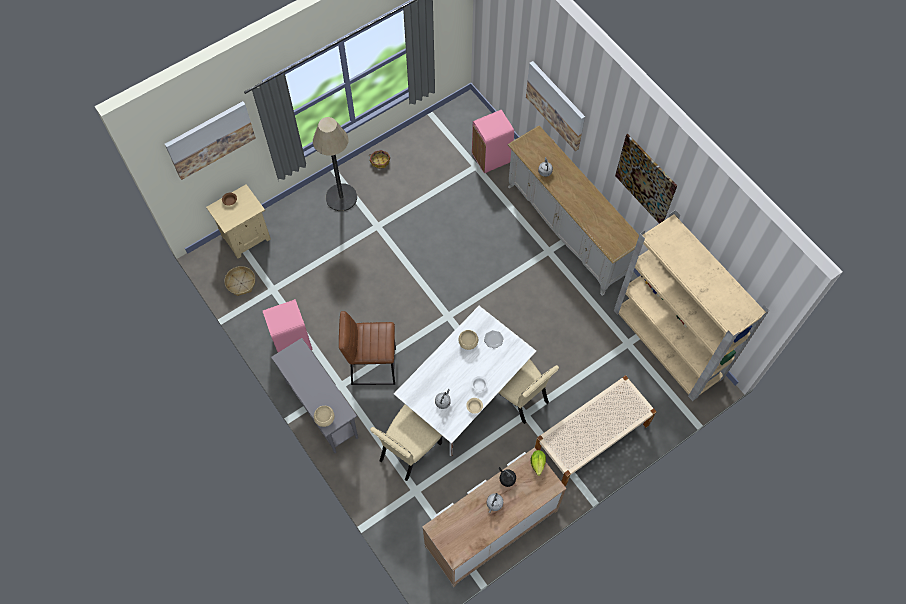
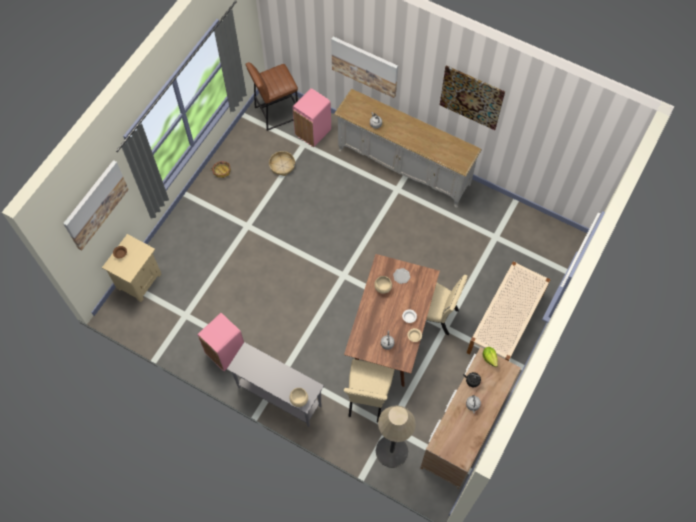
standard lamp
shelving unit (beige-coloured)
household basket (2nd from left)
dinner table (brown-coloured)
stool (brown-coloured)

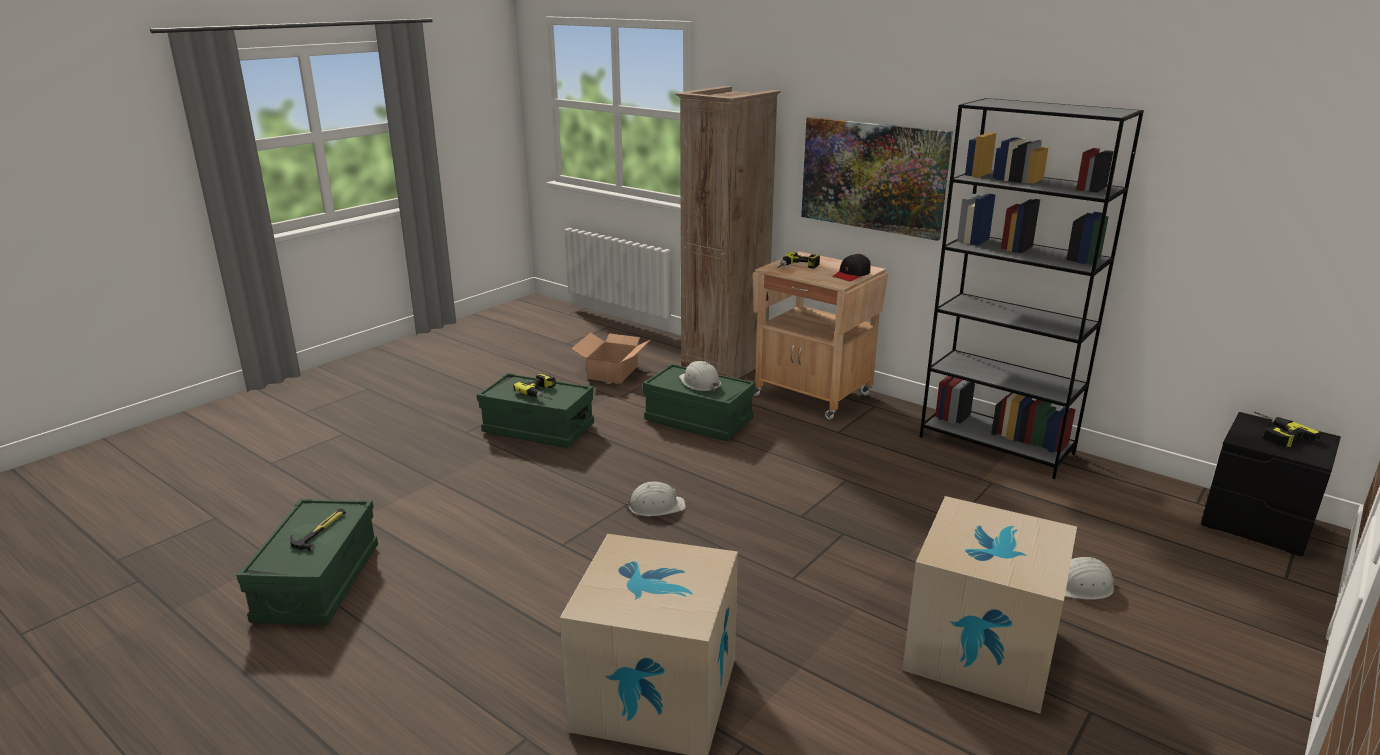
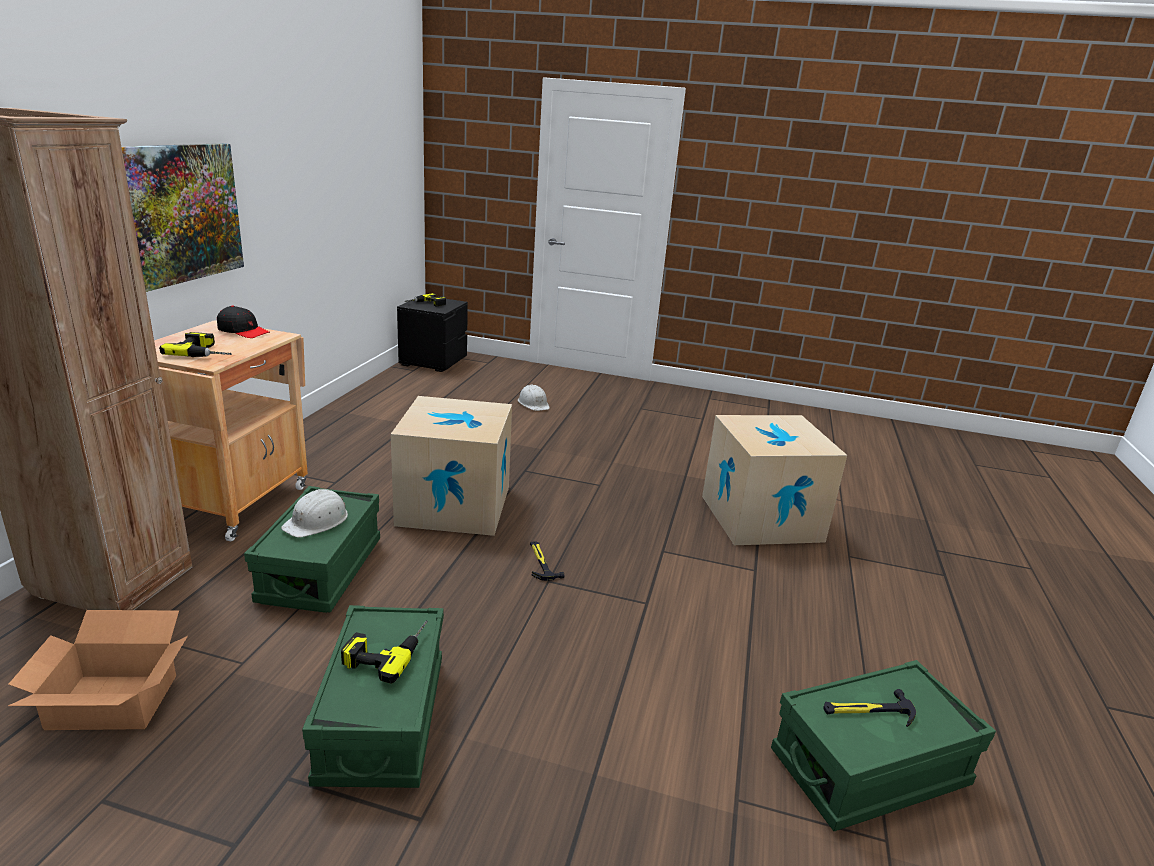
shelving unit (gray)
hand hammer (1st from left)
packing box (2nd from left)

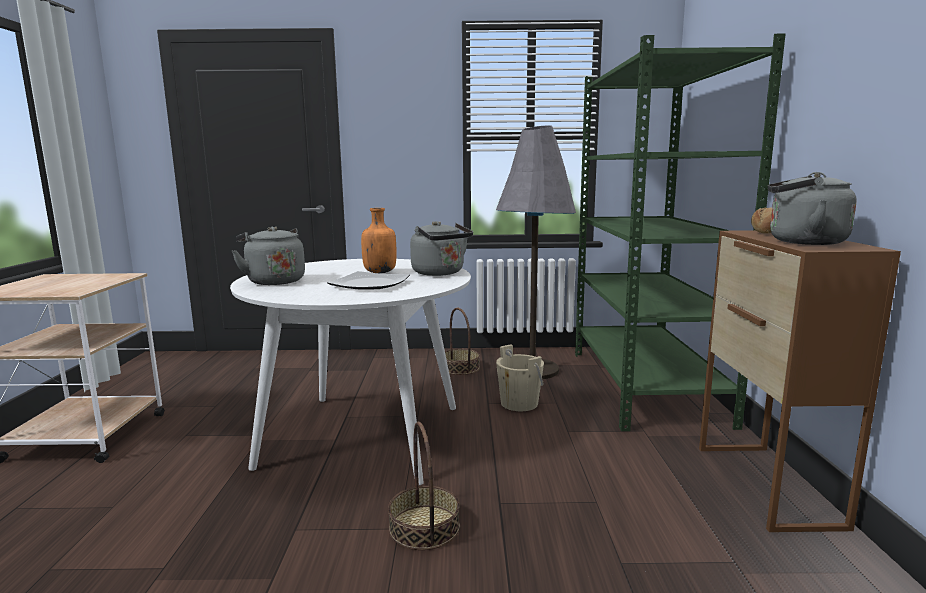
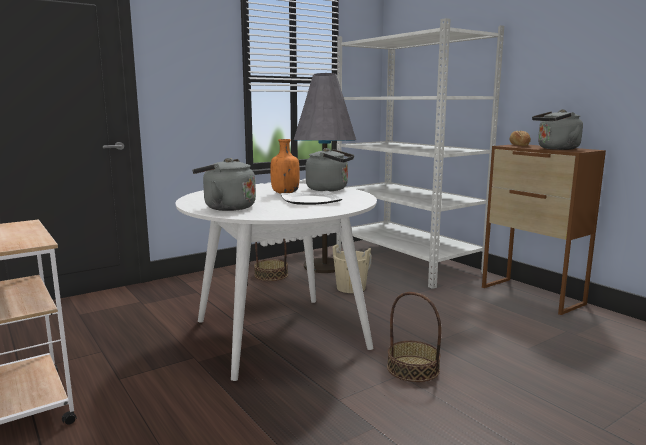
shelving unit (whitish)

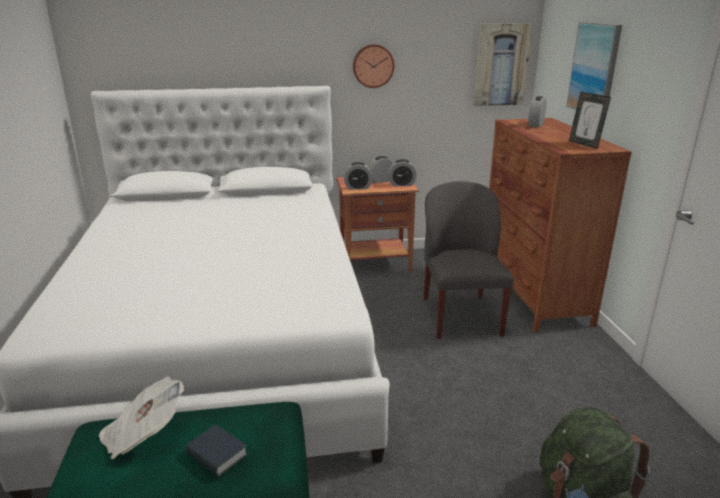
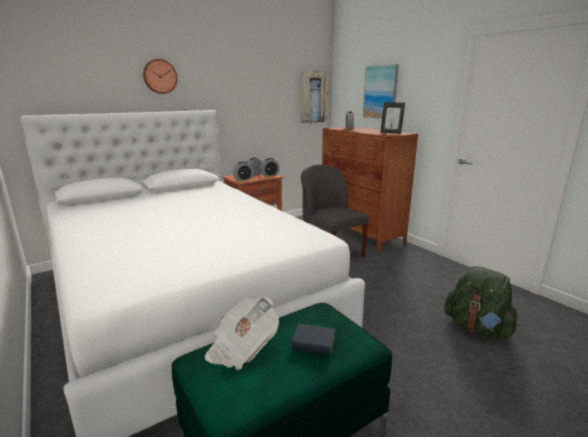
hanging clock

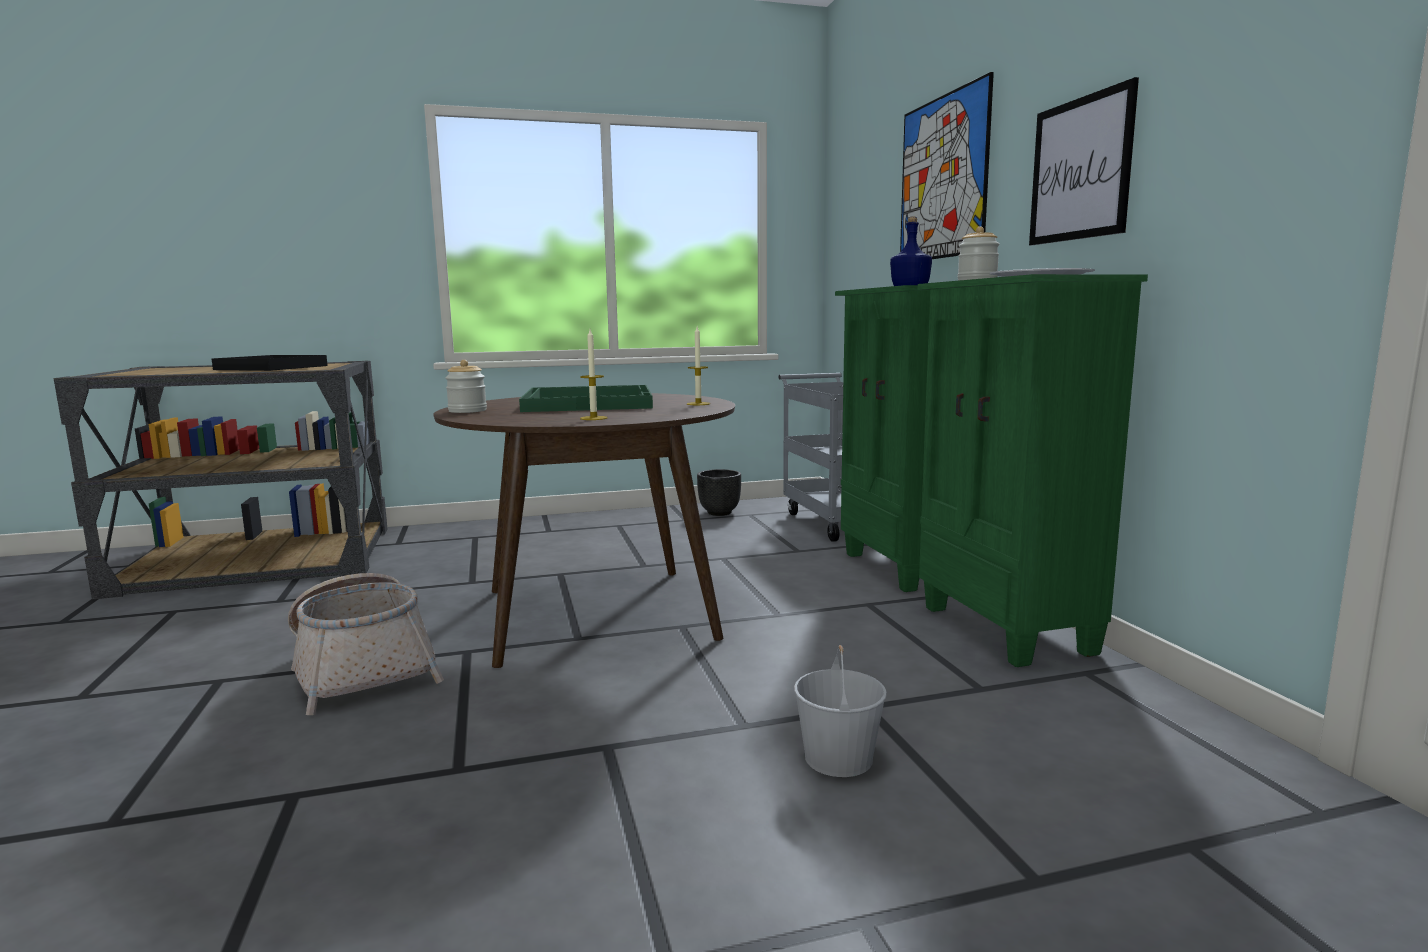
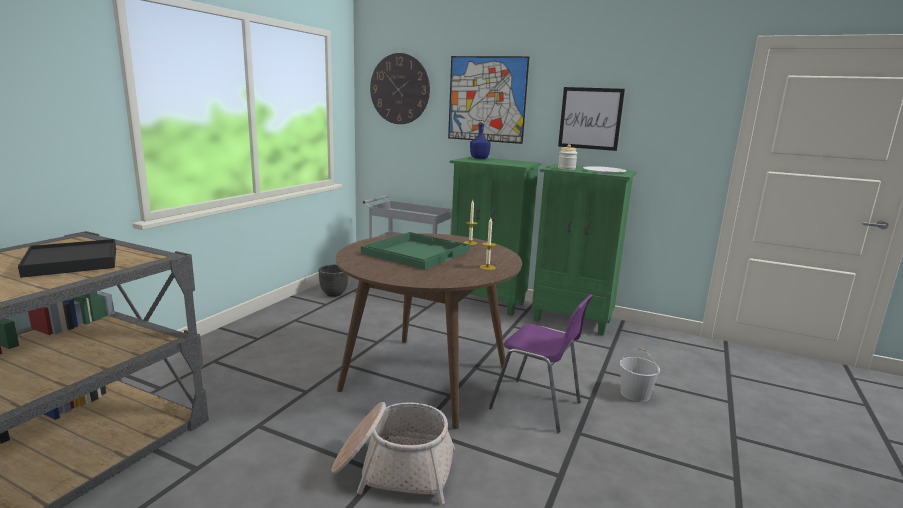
jar (1st from left in the first image)
hanging clock
plain chair (purple)

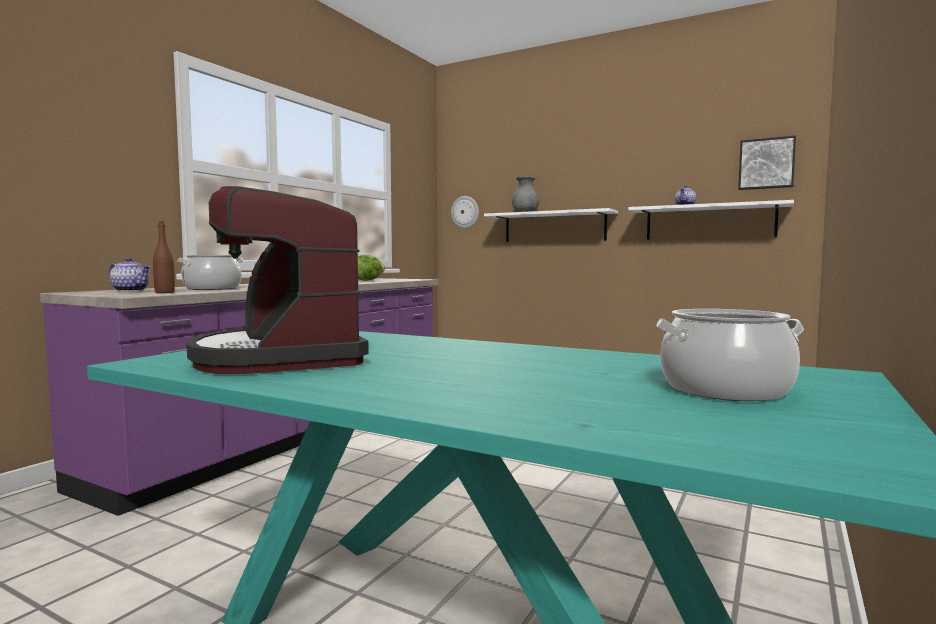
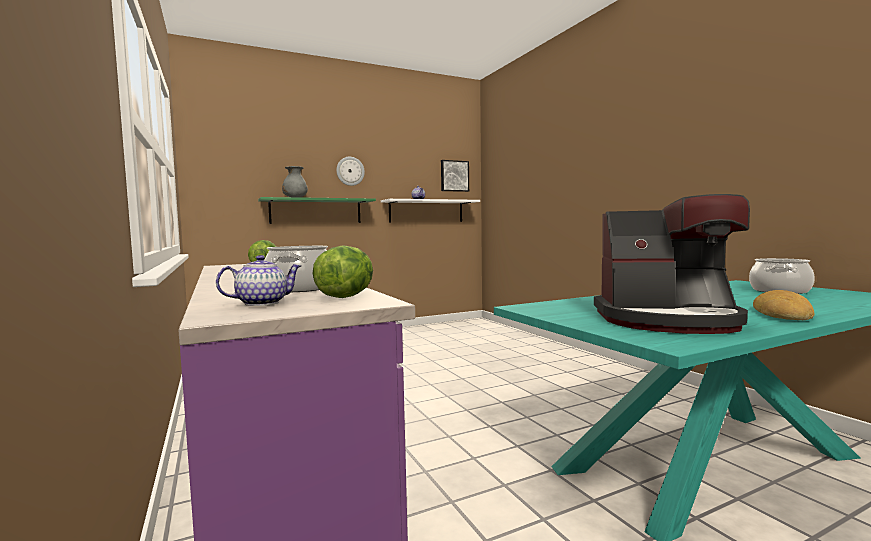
hanging clock
bracket shelf (green-coloured)
head of lettuce (2nd from left)
bakery bread

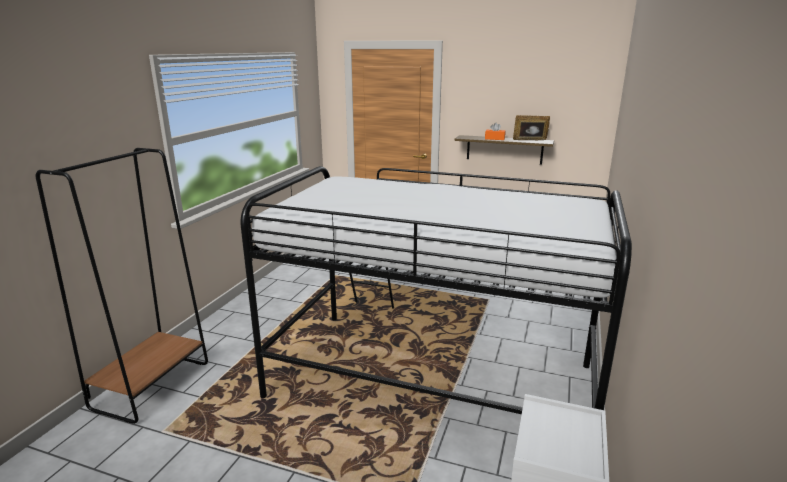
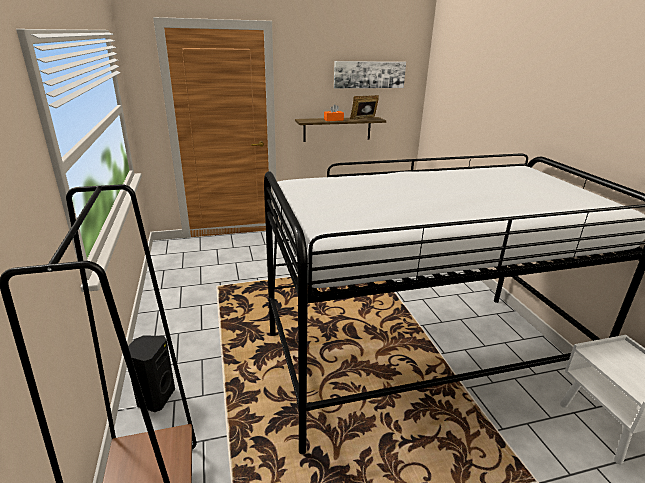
picture
speaker (black)

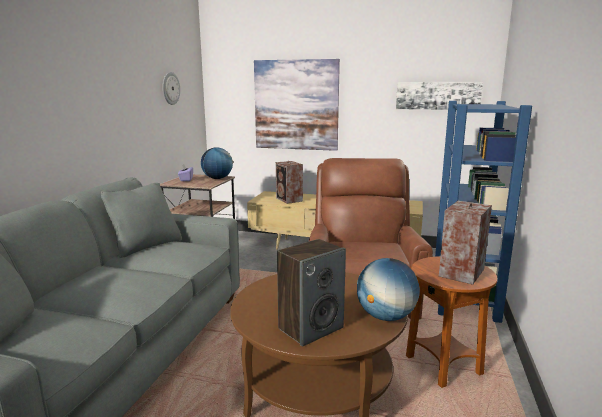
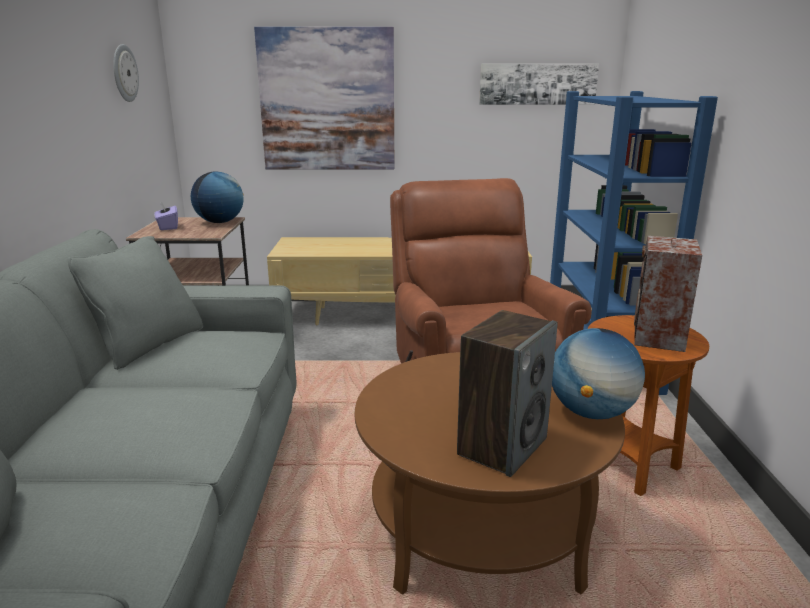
speaker (1st from left in the first image)

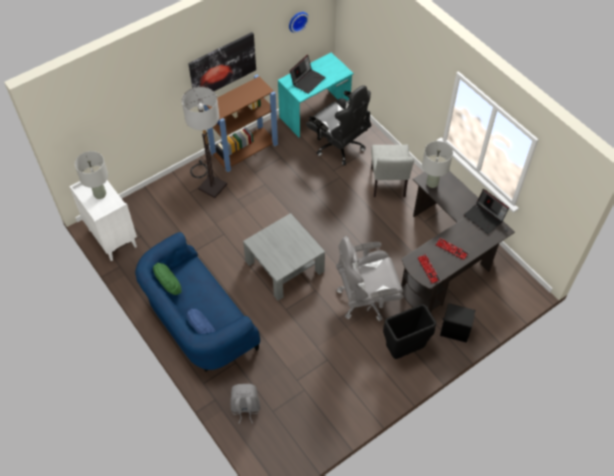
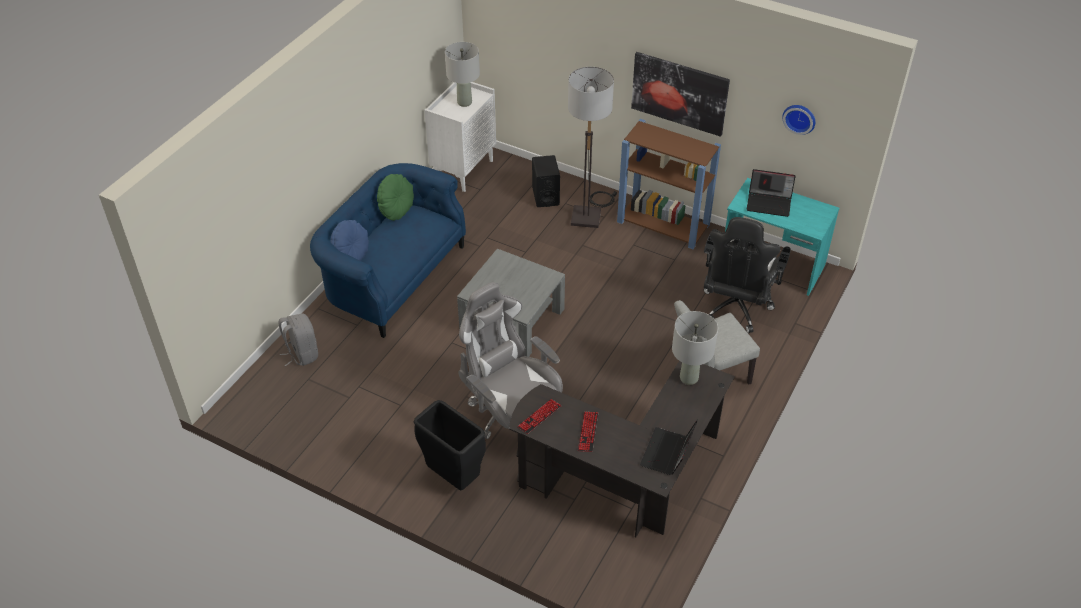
speaker (black)

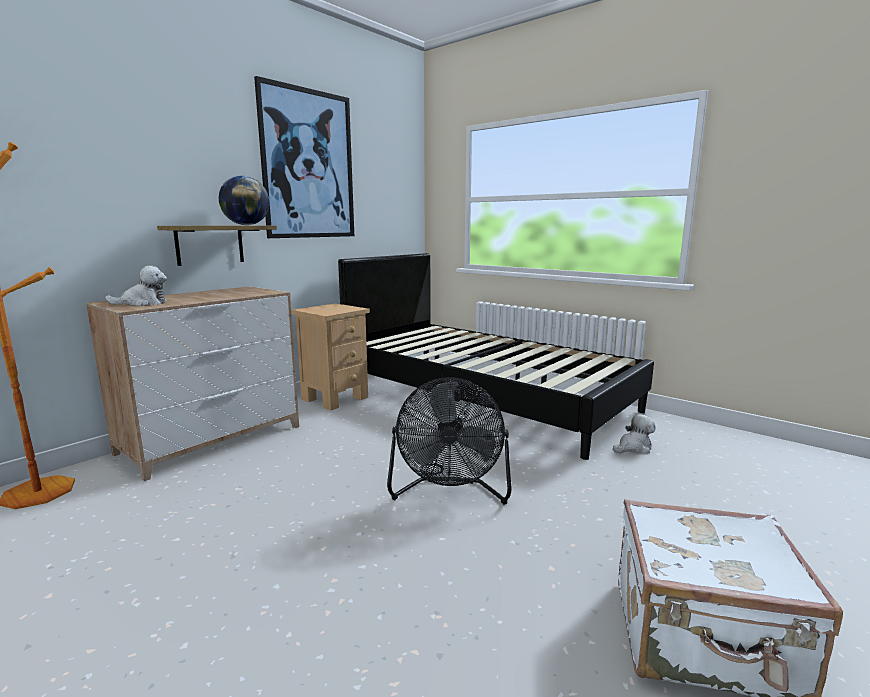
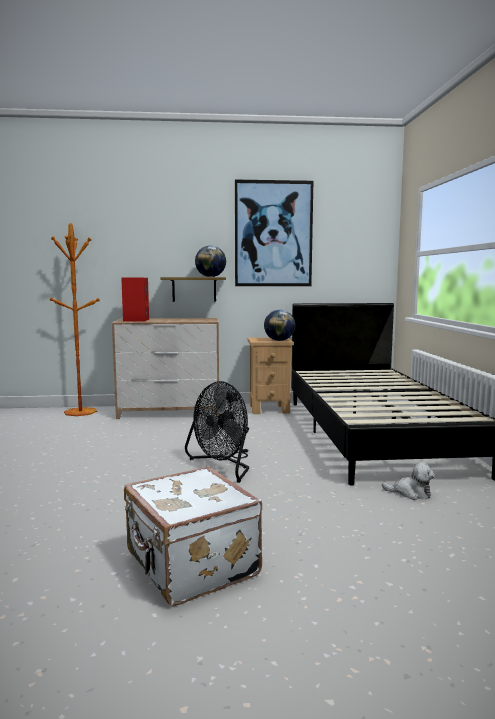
speaker (reddish)
desk globe (2nd from left)

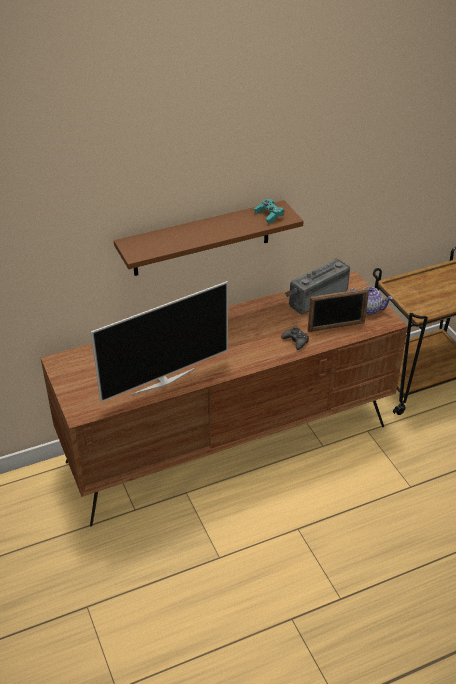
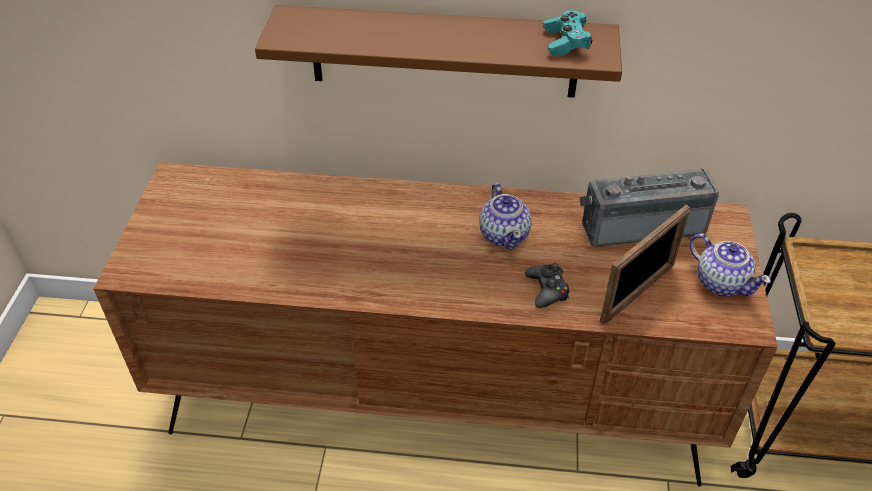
TV
picture frame
tea pot (1st from left)

